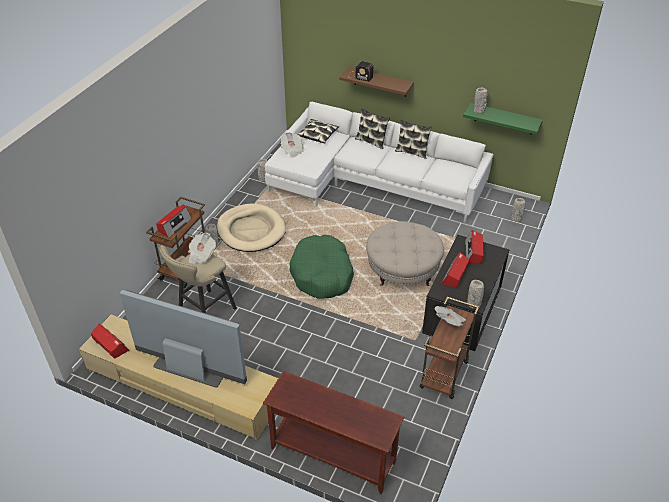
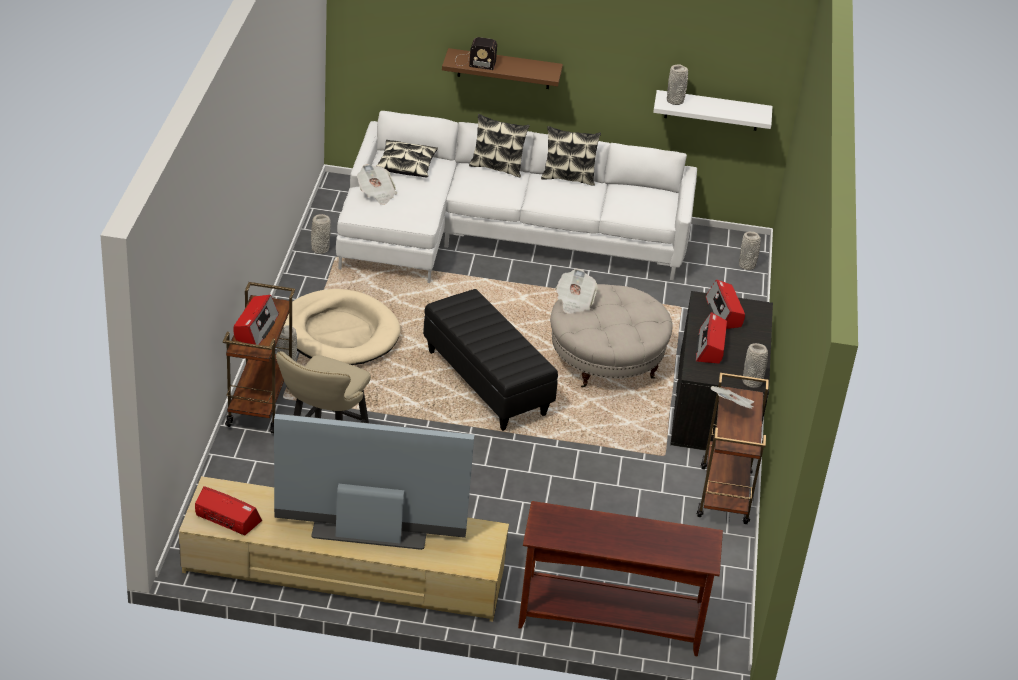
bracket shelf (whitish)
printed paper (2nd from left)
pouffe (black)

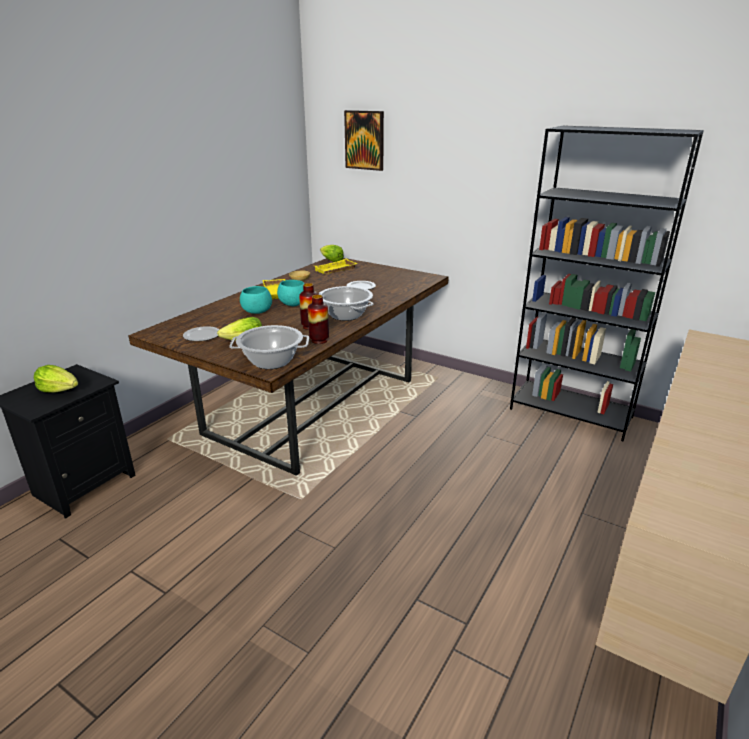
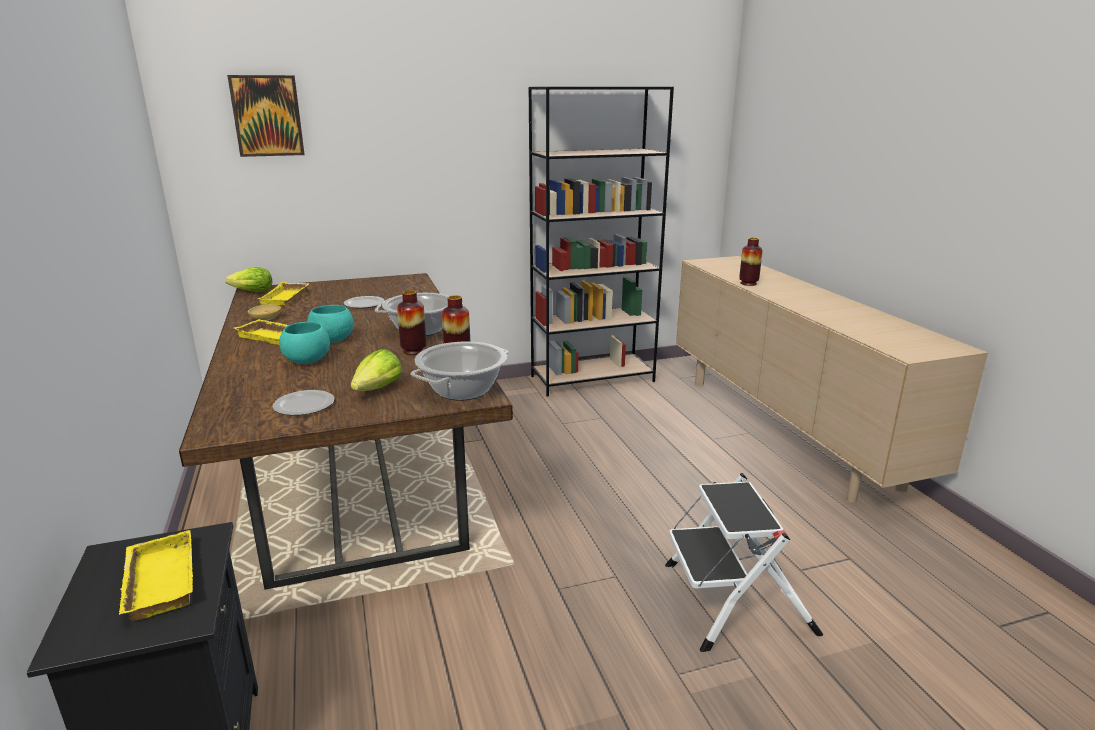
shelving unit (beige-coloured)
tray (yellowish) (1st from left)
vase (3rd from left)
step stool

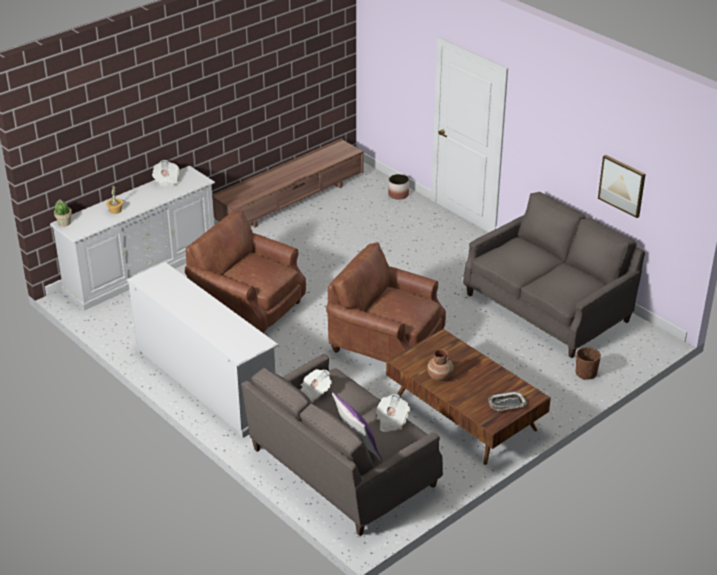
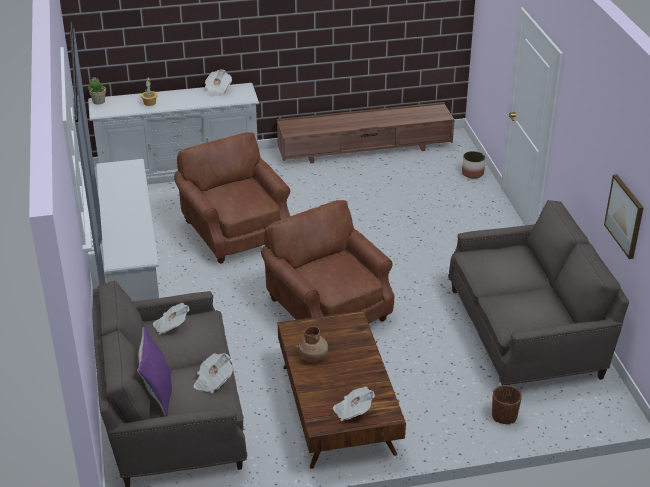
printed paper (4th from left)

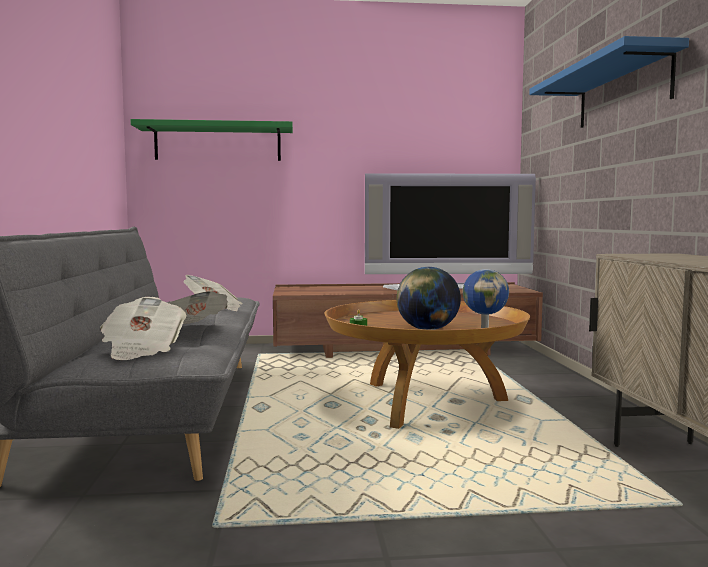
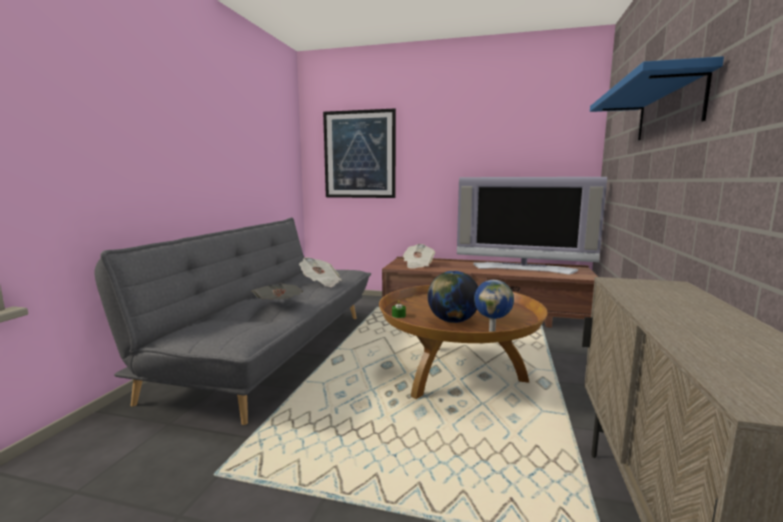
picture
printed paper (3rd from left)

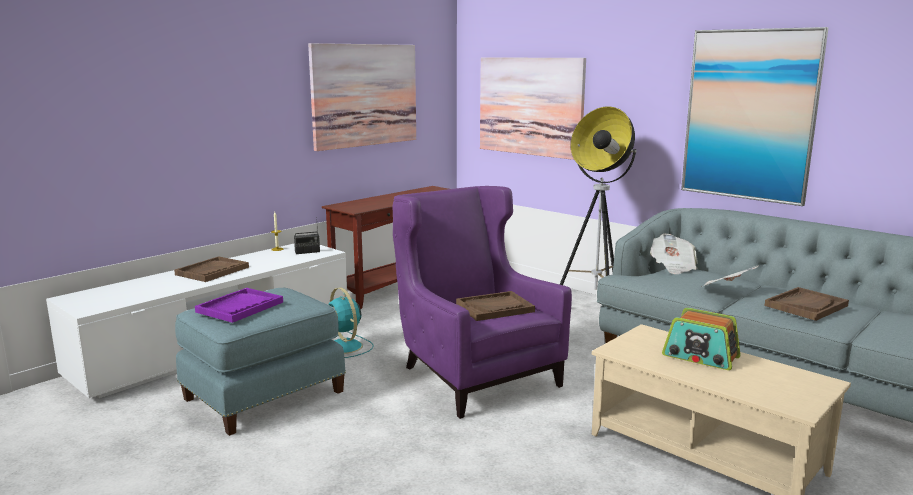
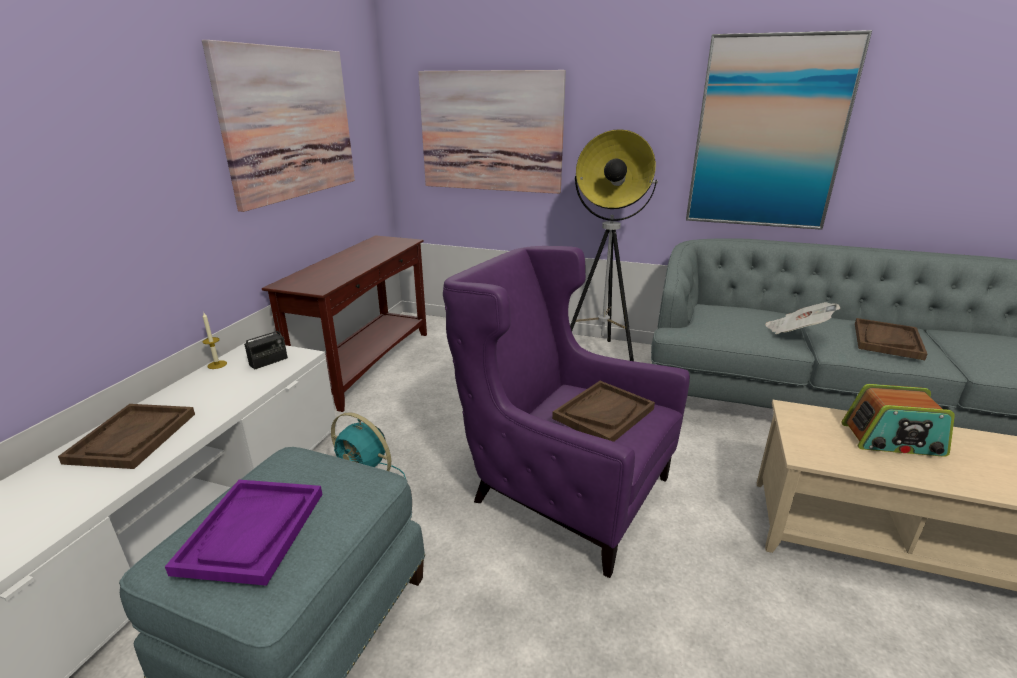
printed paper (1st from left in the first image)

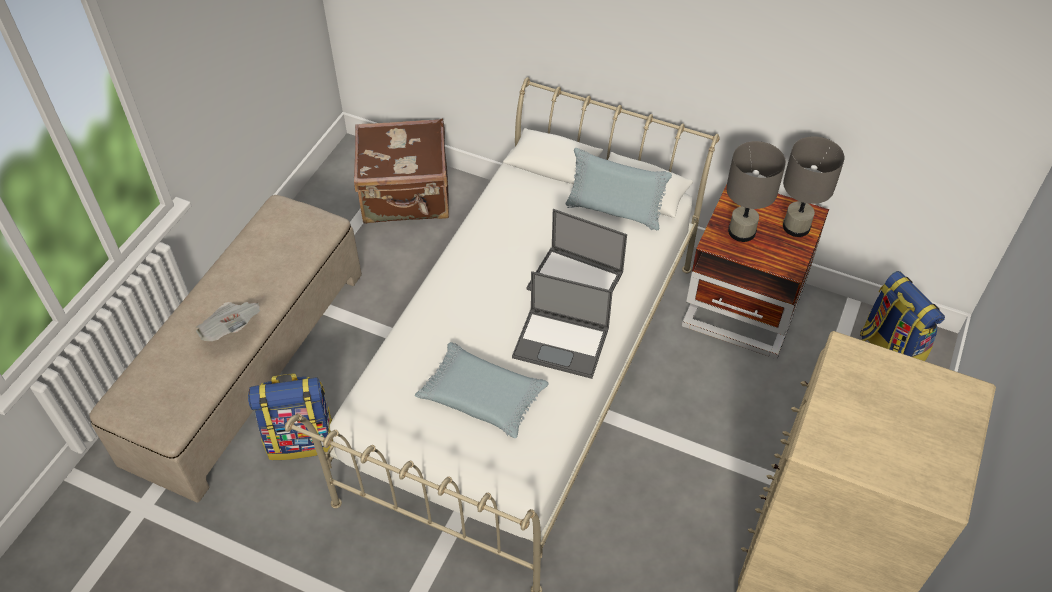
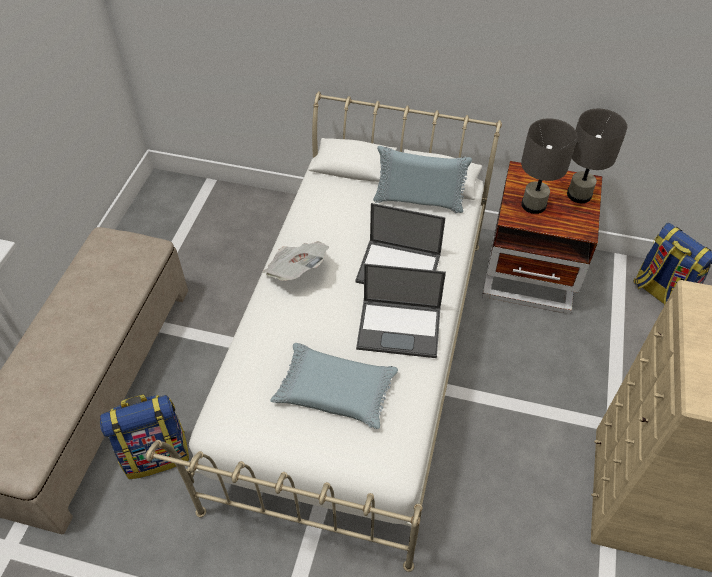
travel case (brown-coloured)
printed paper

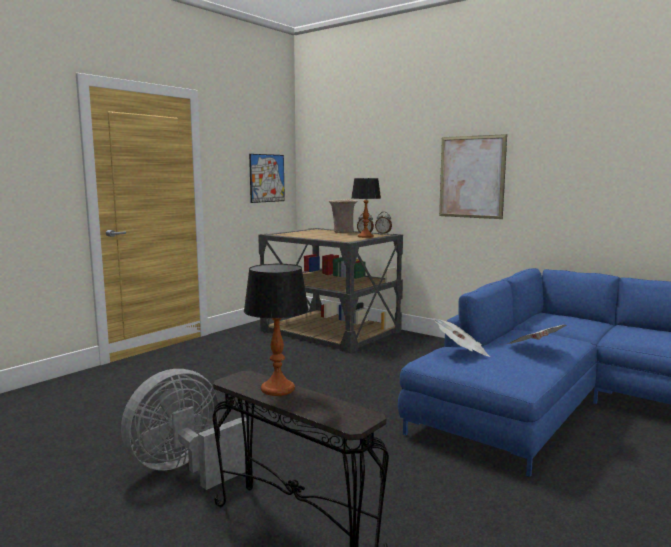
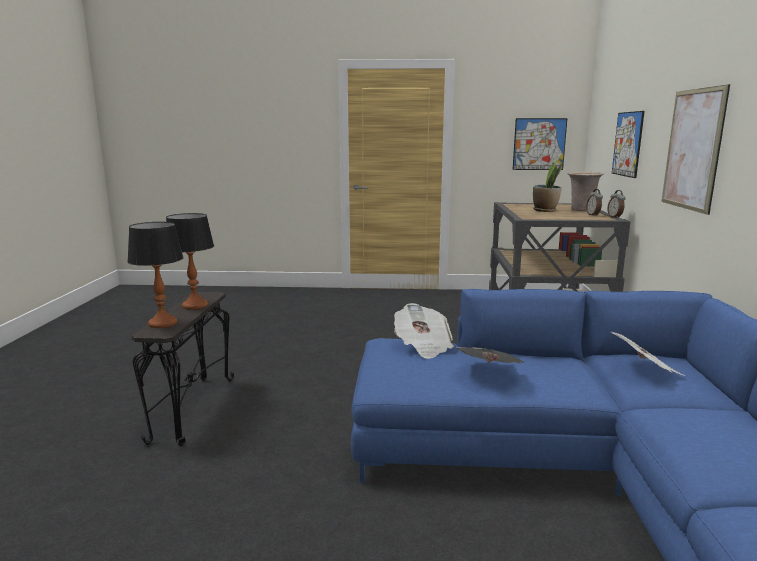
tabletop lamp (1st from left)
electric fan (gray)
picture (2nd from left)
houseplant
printed paper (3rd from left)

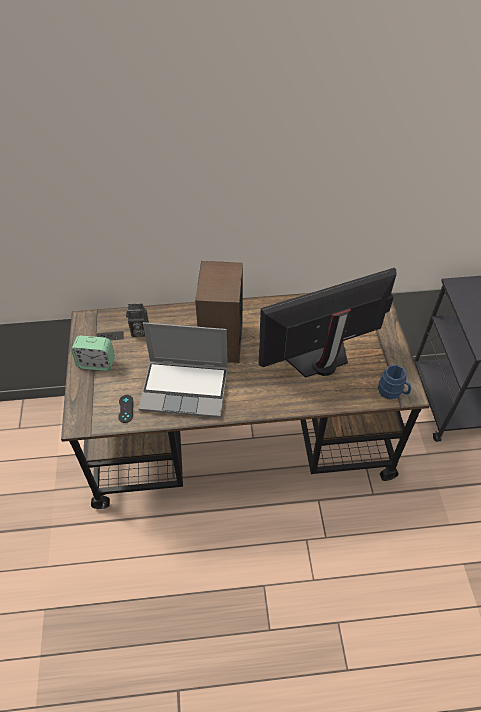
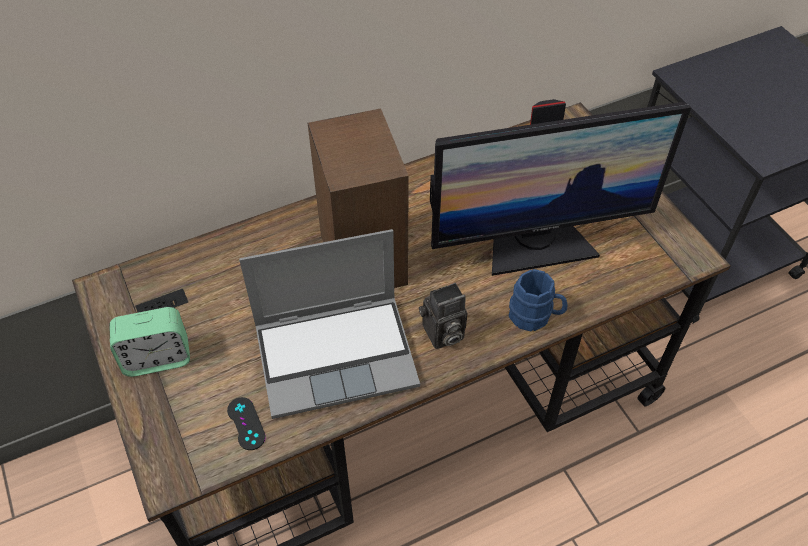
computer display
photo camera
coffee mug (blue)

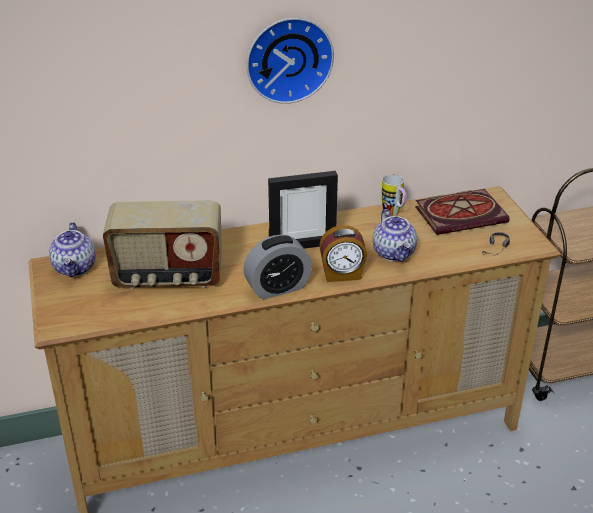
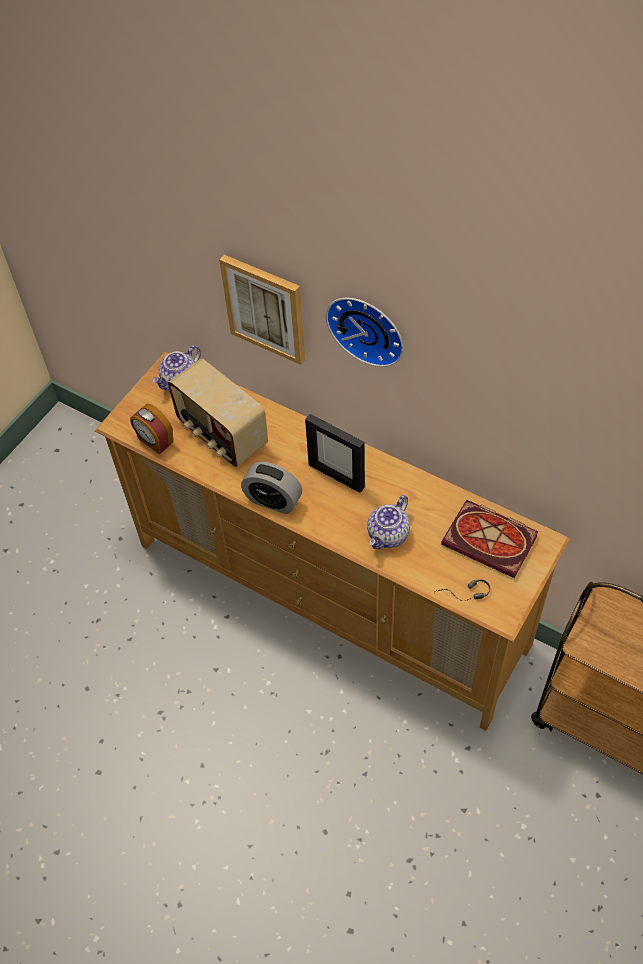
coffee mug
alarm clock (1st from left)
picture

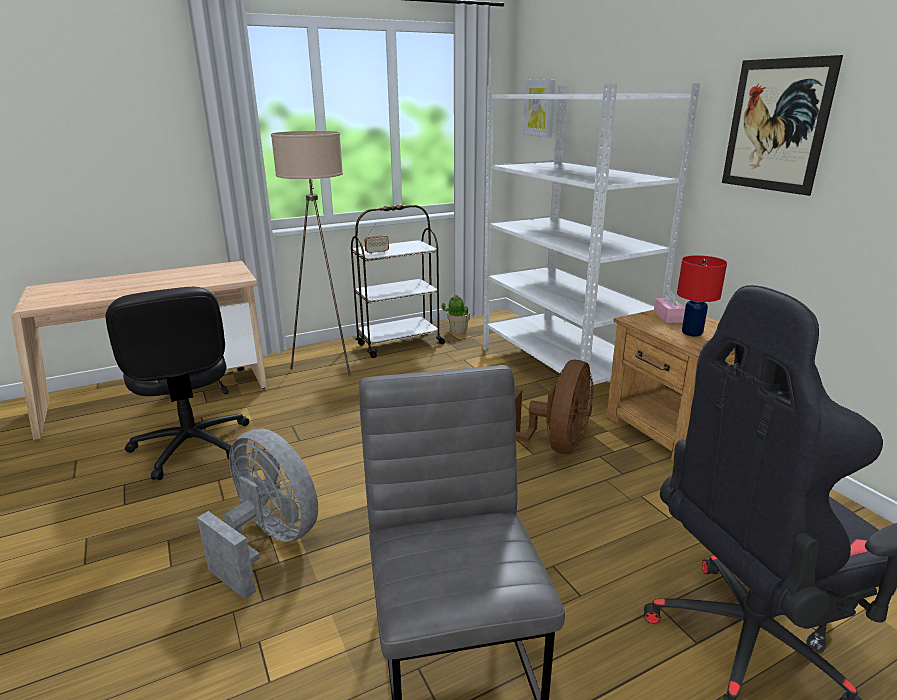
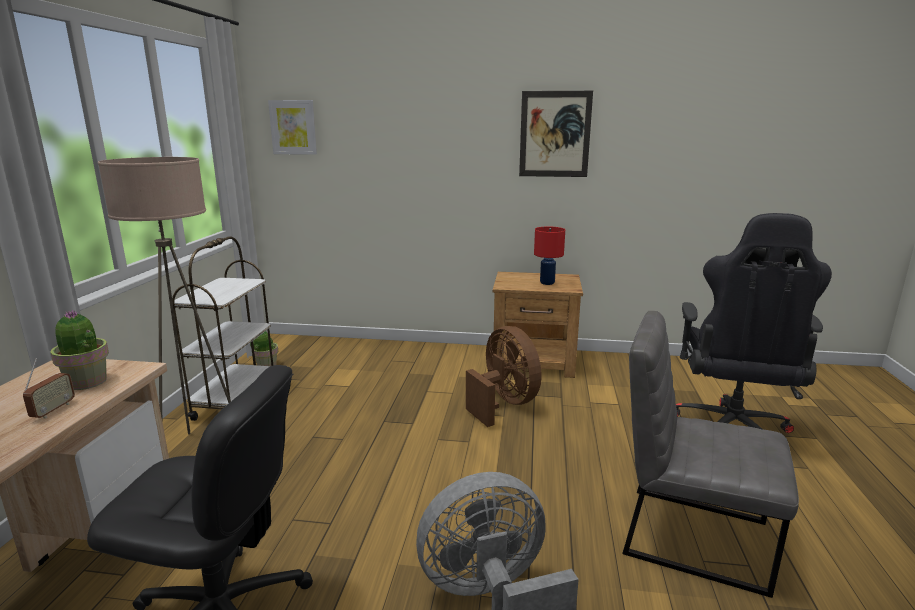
shelving unit (whitish)
radio
box of tissues (pinkish)
houseplant (1st from left)

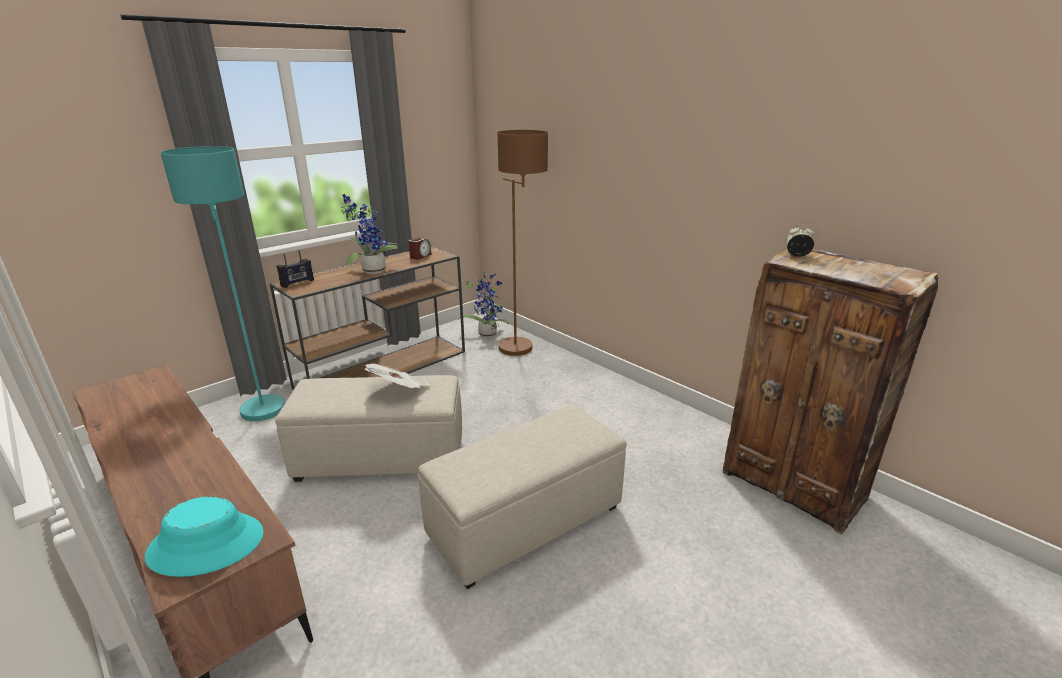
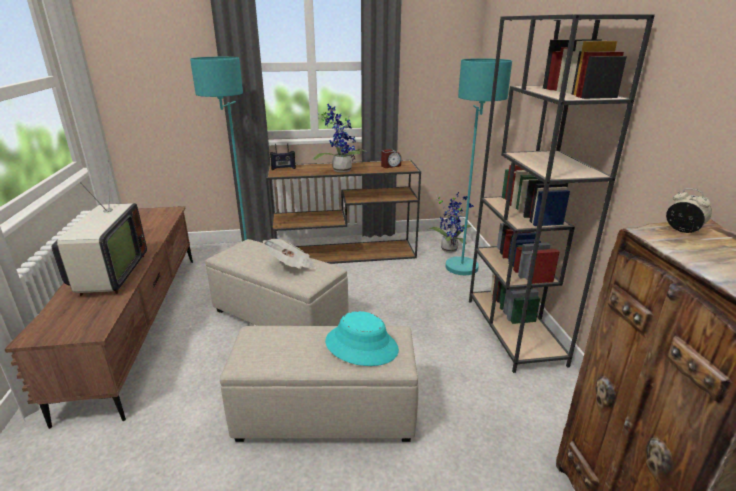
standard lamp (turquoise) (2nd from left)
hat (turquoise)
shelving unit
TV

